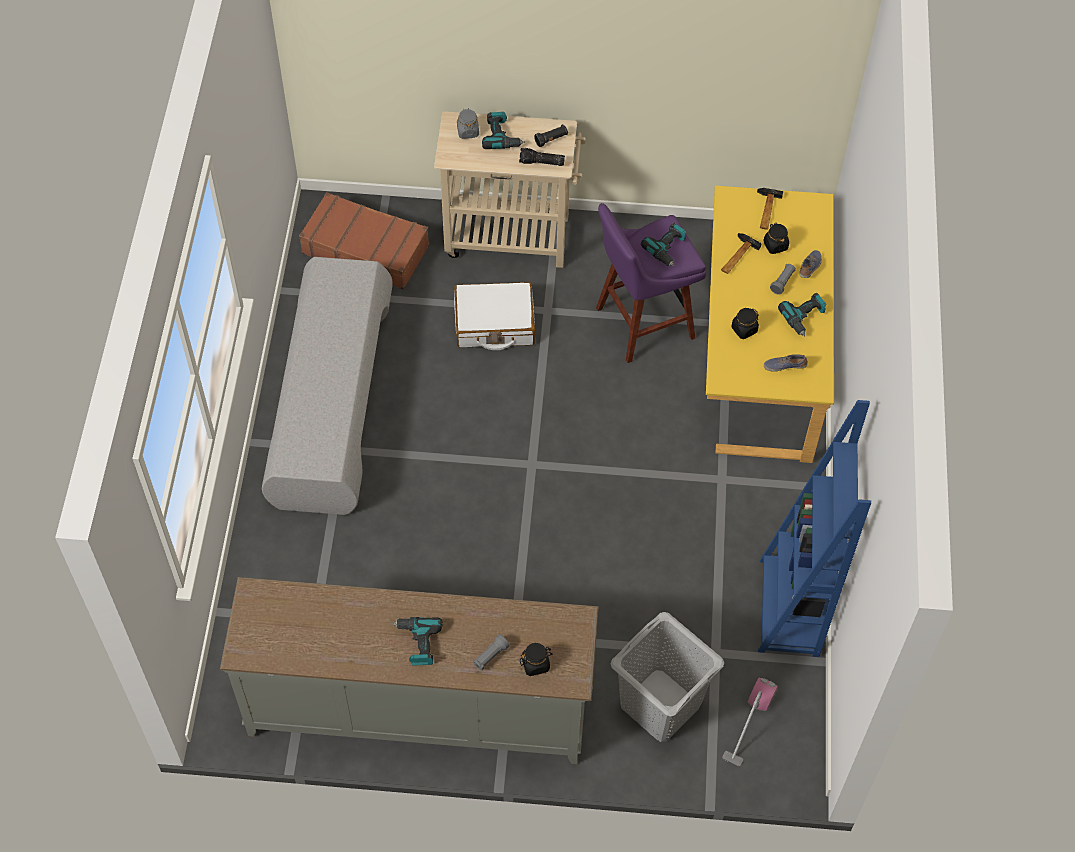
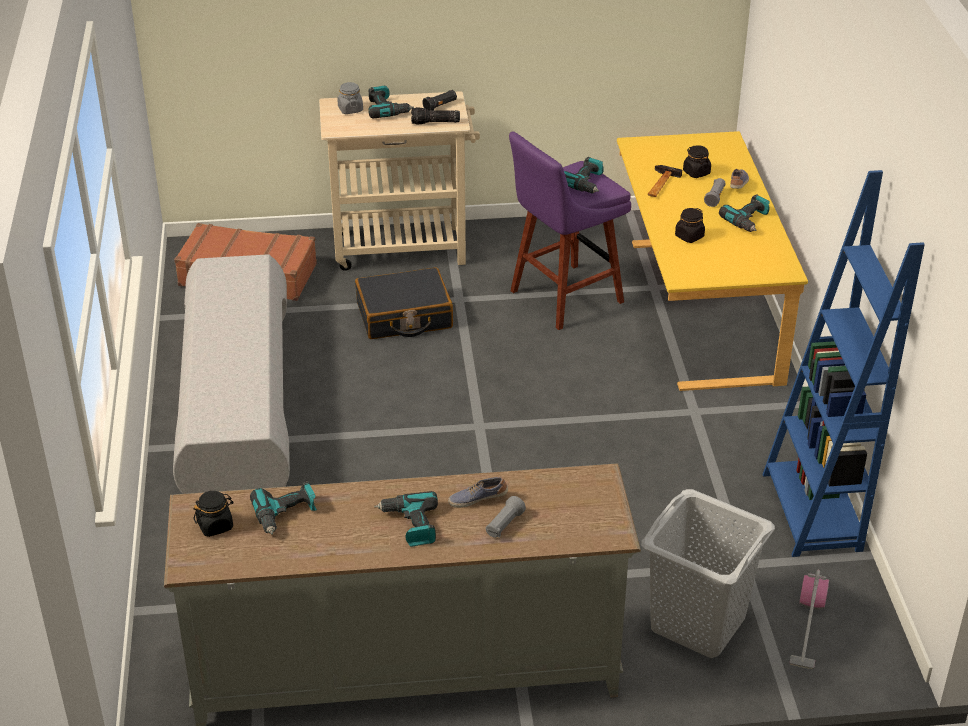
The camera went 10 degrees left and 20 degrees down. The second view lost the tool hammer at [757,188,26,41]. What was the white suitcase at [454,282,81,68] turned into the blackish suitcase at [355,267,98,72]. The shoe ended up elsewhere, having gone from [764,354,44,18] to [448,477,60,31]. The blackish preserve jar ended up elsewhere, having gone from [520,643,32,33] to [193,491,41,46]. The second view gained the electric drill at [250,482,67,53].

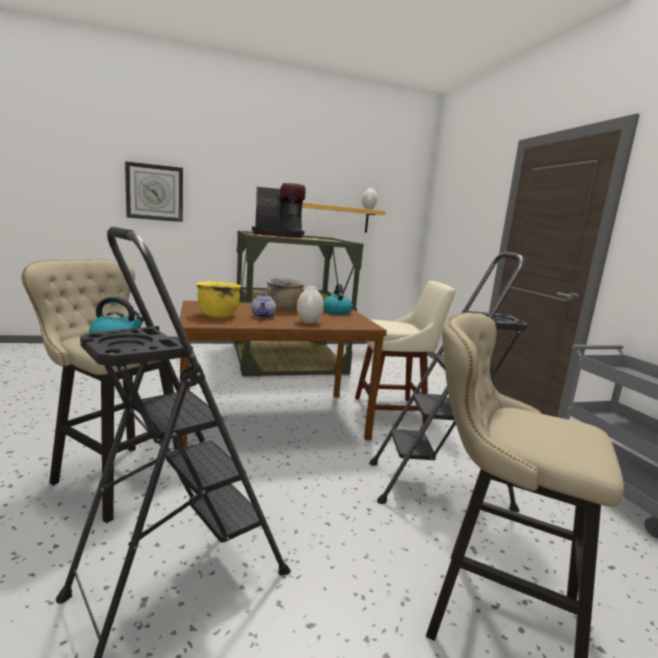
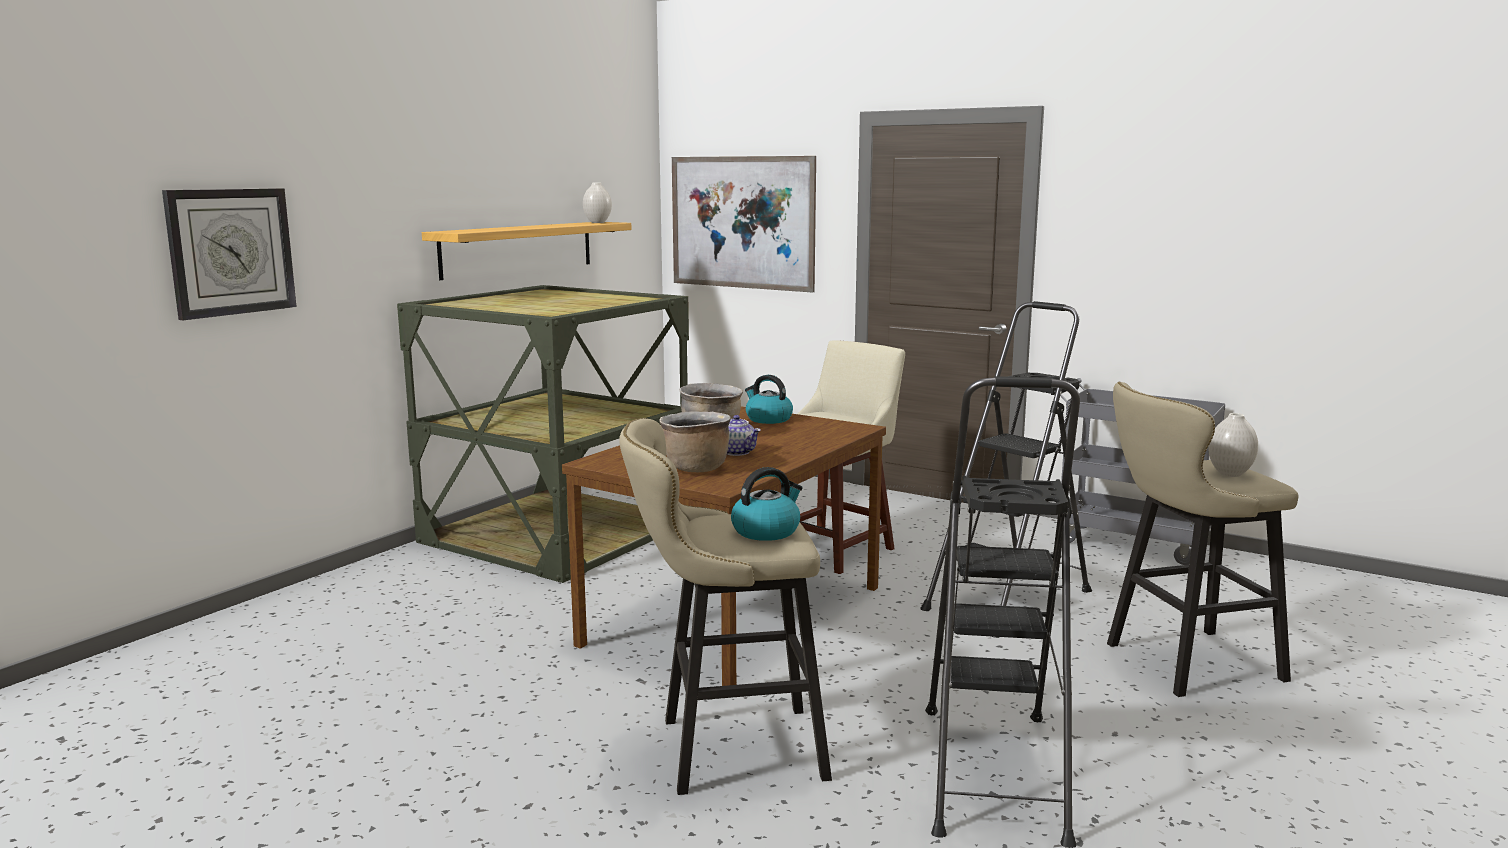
The camera went 40 degrees left and 0 degrees up. The second view lost the coffee brewer at [252,183,54,55]. What was the yellowish stockpot at [196,281,45,36] turned into the brown-coloured stockpot at [659,412,72,60]. The white vase ended up elsewhere, having gone from [297,286,27,38] to [1208,413,50,64]. The second view gained the picture at [672,156,144,137].

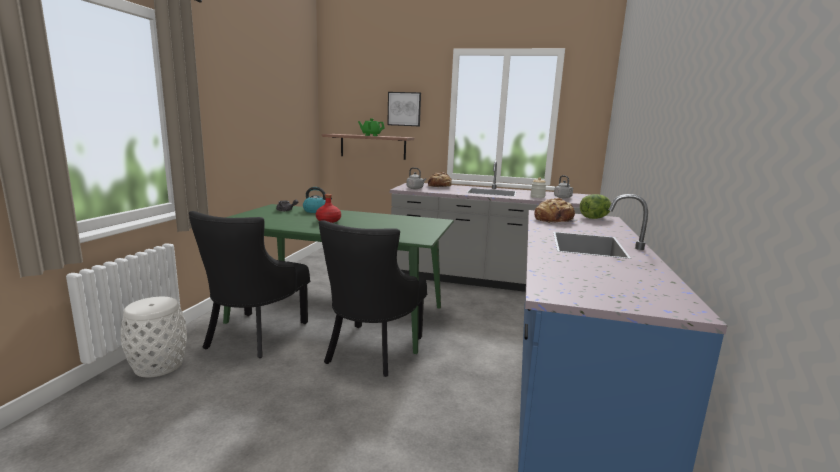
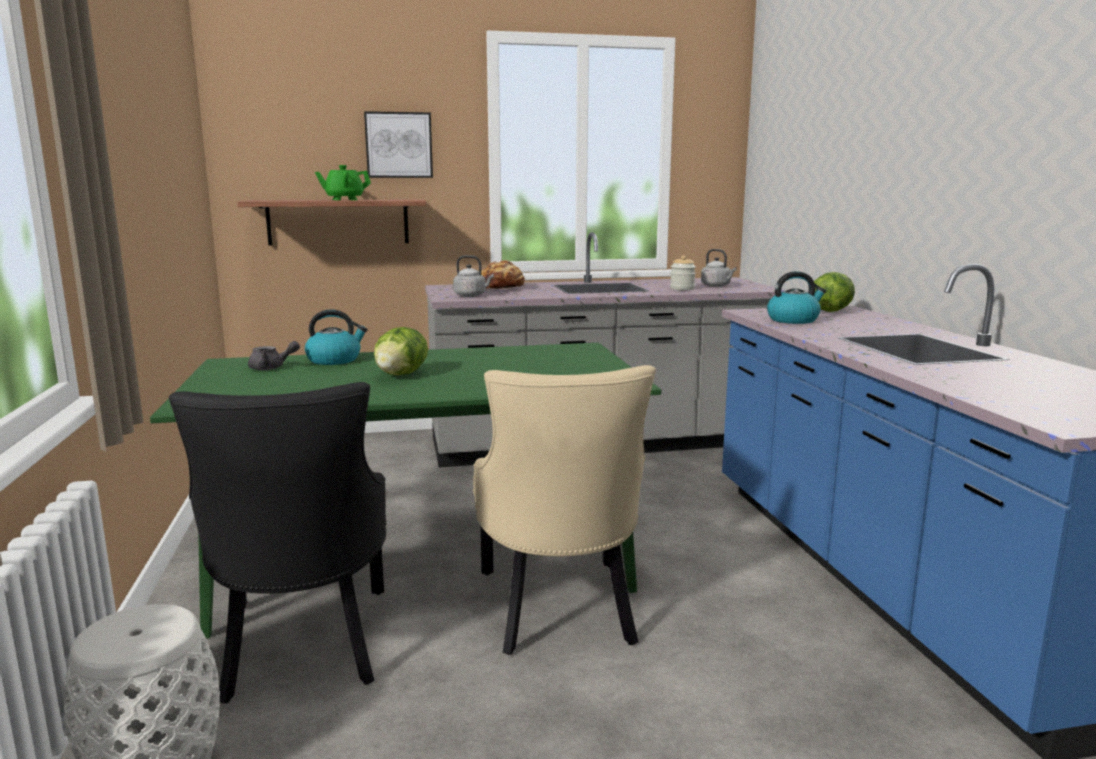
The camera went 25 degrees left and 0 degrees up. Where the reddish drink bottle stood at [316,194,25,29], the lettuce came to stand at [374,327,54,49]. Where the bread stood at [534,198,43,25], the kettle came to stand at [767,271,59,53]. What was the blackish chair at [319,220,108,157] turned into the beige-coloured chair at [473,365,183,290].

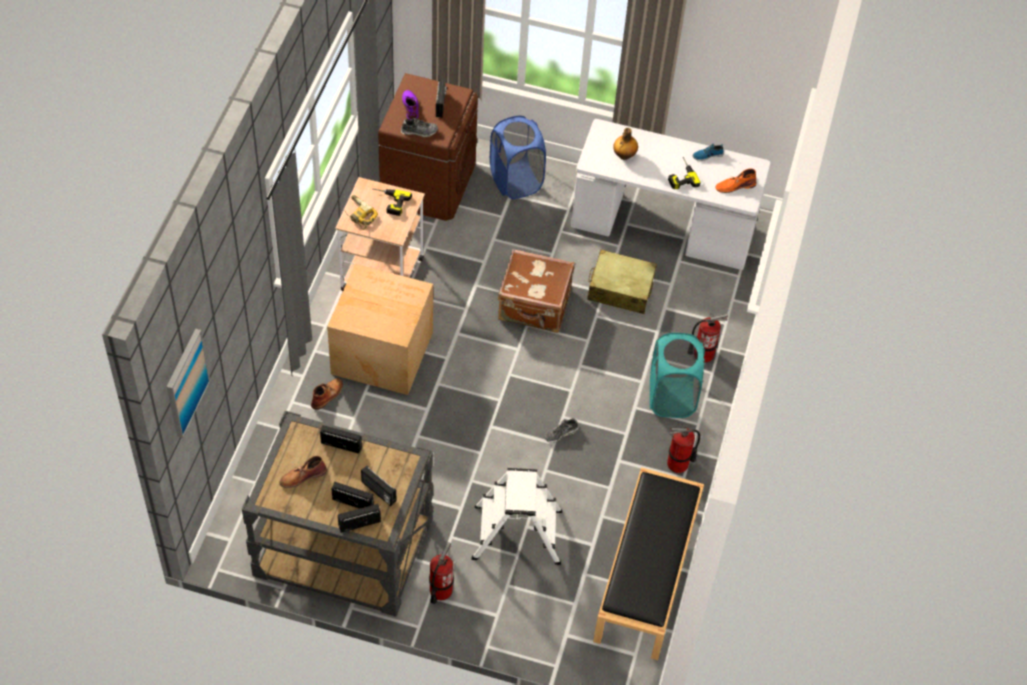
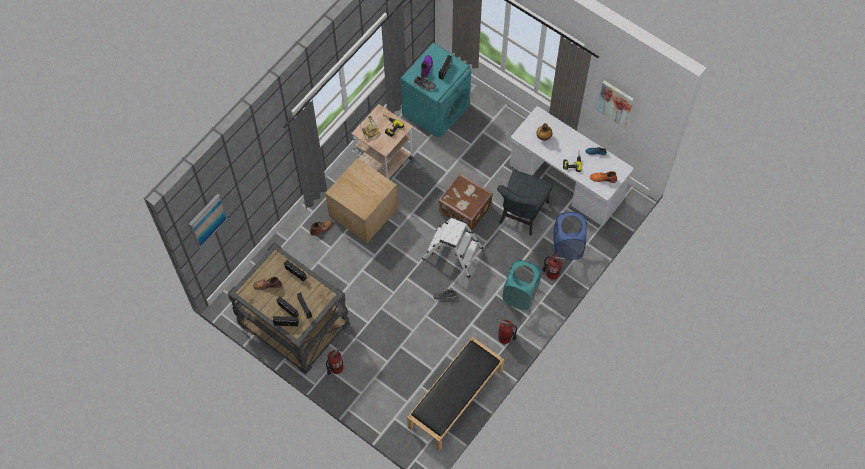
The camera went 25 degrees right and 10 degrees up. What was the brown-coloured washing machine at [378,73,100,148] turned into the turquoise washing machine at [401,43,70,95]. The blue-coloured laundry basket ended up elsewhere, having gone from [490,116,56,83] to [554,212,33,48]. Where the beige-coloured suitcase stood at [587,250,70,64], the grey chair came to stand at [497,171,56,64]. The white stepladder ended up elsewhere, having gone from [471,468,92,97] to [422,216,61,62]. The second view gained the picture at [597,80,37,48].

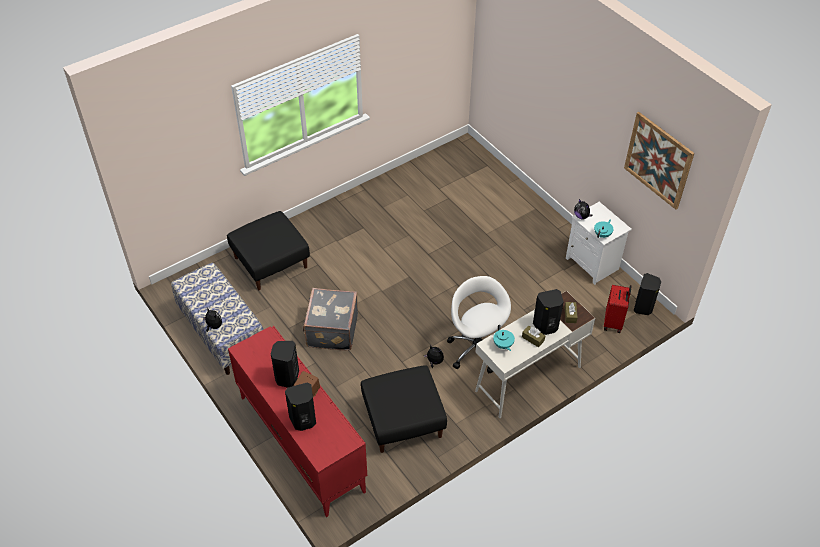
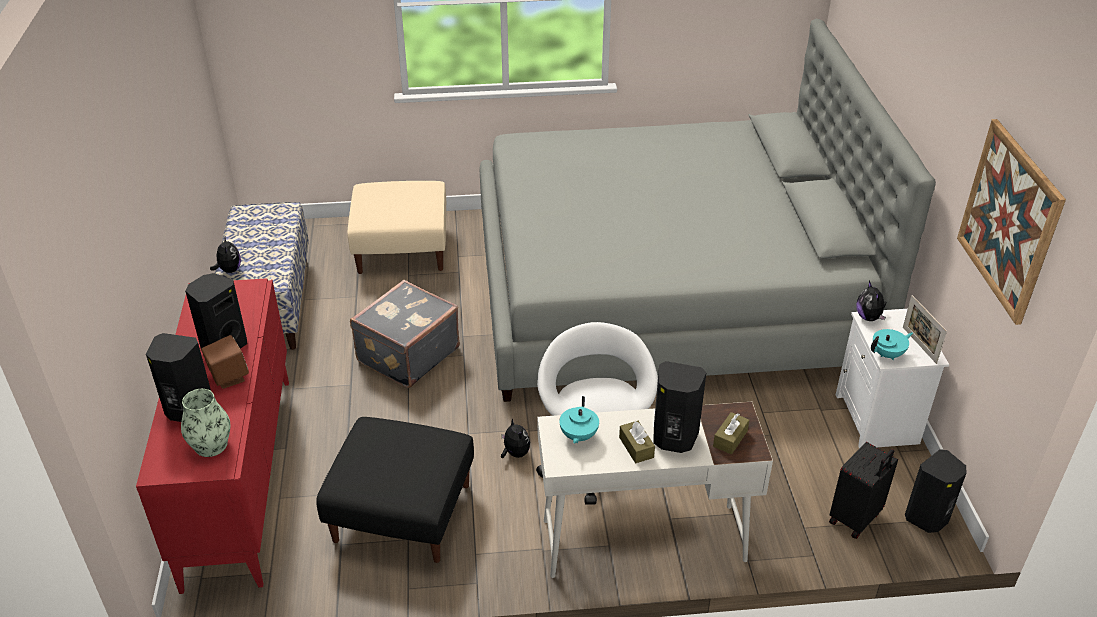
The camera went 30 degrees right and 10 degrees down. What was the blackish ottoman at [227,211,83,79] turned into the beige-coloured ottoman at [347,181,99,93]. What was the reddish suitcase at [604,285,28,48] turned into the blackish suitcase at [829,442,69,97]. The second view gained the grey bedroom bed at [479,19,457,383]. The second view gained the photo frame at [903,295,44,69]. The second view gained the vase at [181,389,49,68].

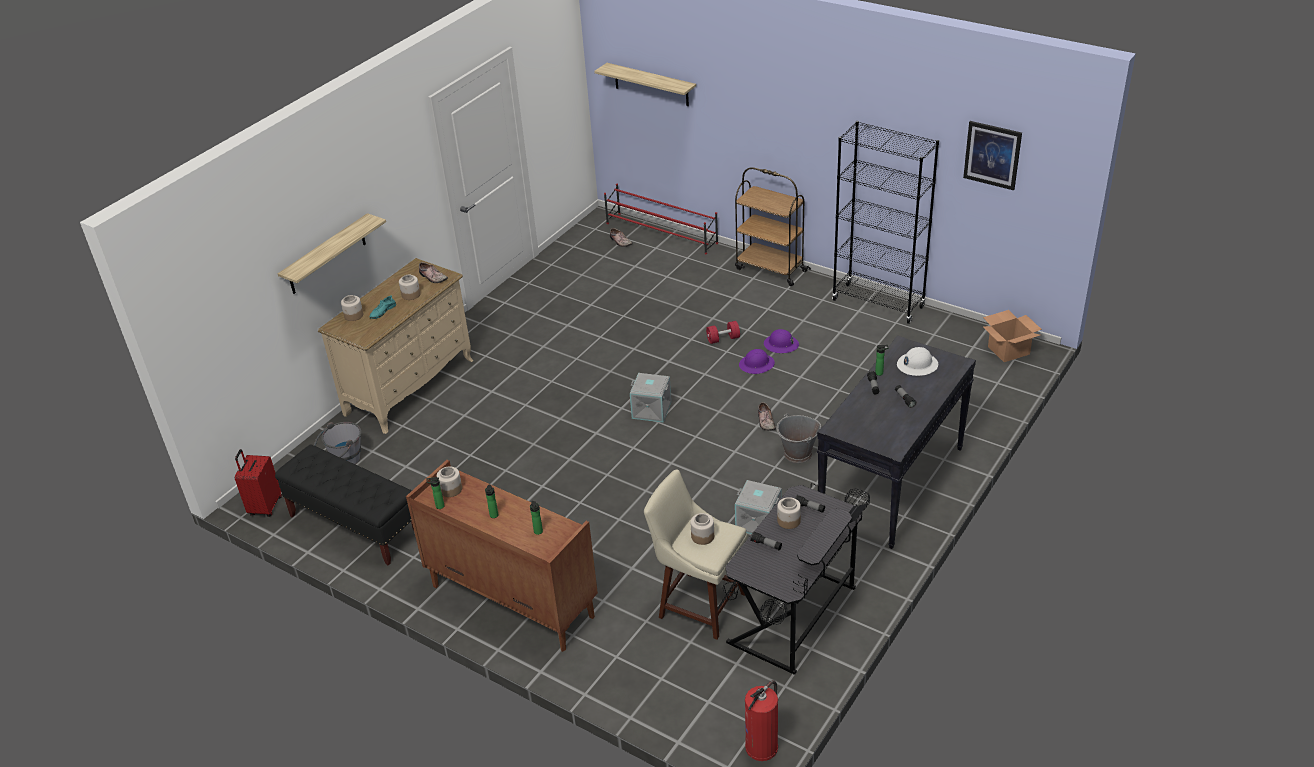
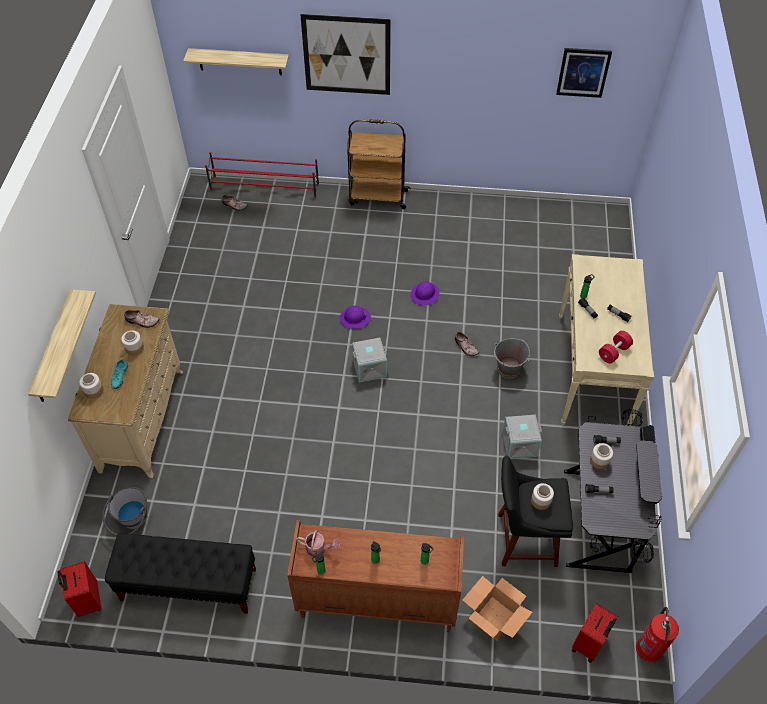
The camera went 30 degrees left and 15 degrees up. The second view lost the blackish bookcase at [832,121,107,203]. The carton ended up elsewhere, having gone from [983,310,59,52] to [463,576,70,65]. The reddish hand weight ended up elsewhere, having gone from [706,321,34,23] to [599,331,34,32]. The purple-coloured work helmet ended up elsewhere, having gone from [764,329,35,24] to [339,306,32,23]. What was the blackish hall table at [817,335,159,214] turned into the beige-coloured hall table at [559,254,95,171]. The second view lost the white work helmet at [897,347,41,29]. Where the preserve jar stood at [437,466,25,31], the watering can came to stand at [296,530,44,27]. What was the beige-coloured stool at [644,469,104,171] turned into the blackish stool at [498,456,75,111]. The second view gained the picture at [301,14,90,81]. The second view gained the reddish suitcase at [572,603,46,59].

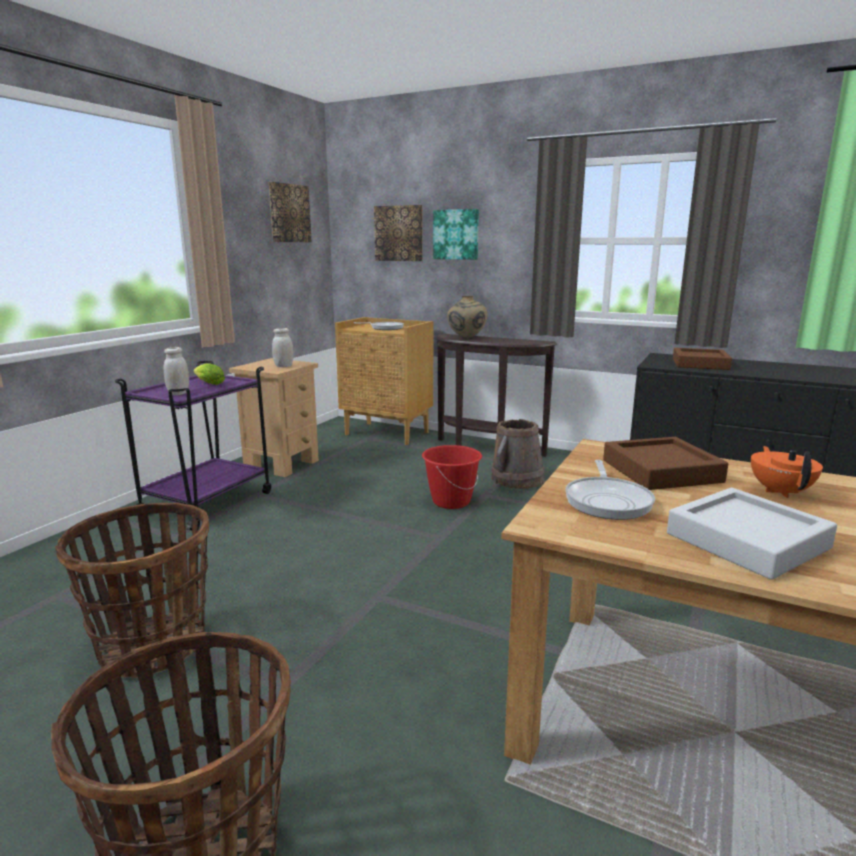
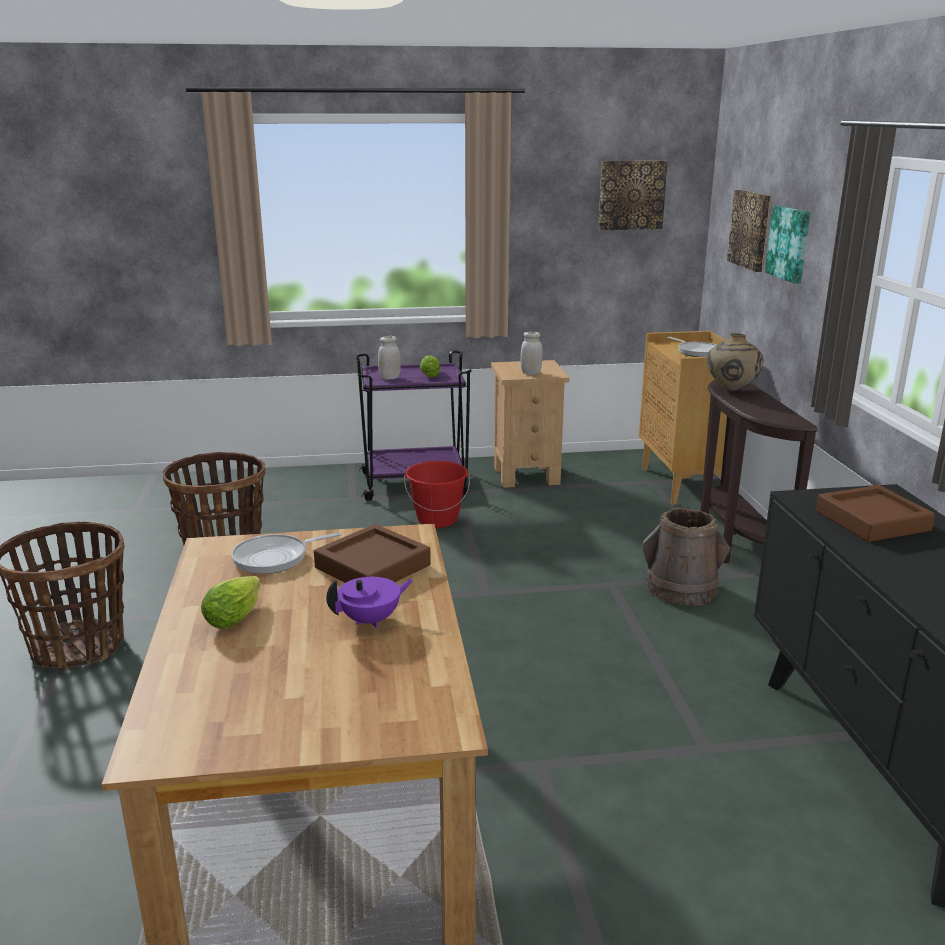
The camera went 55 degrees right and 5 degrees up. The reddish bucket ended up elsewhere, having gone from [422,445,60,64] to [404,461,66,67]. What was the orange teapot at [751,446,72,52] turned into the purple-coloured teapot at [326,577,87,51]. Where the grey carrying tray stood at [667,488,170,92], the lettuce came to stand at [201,576,60,53].

